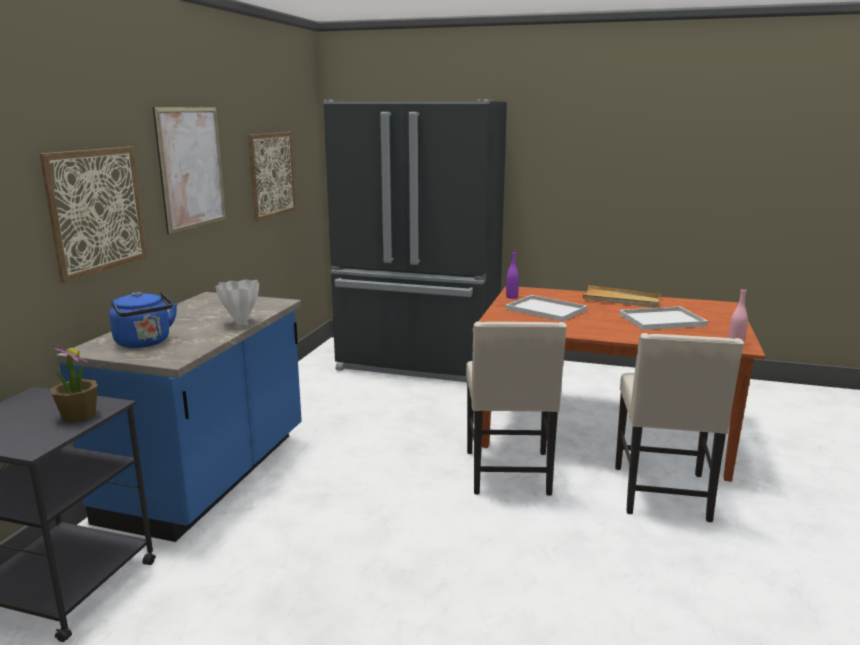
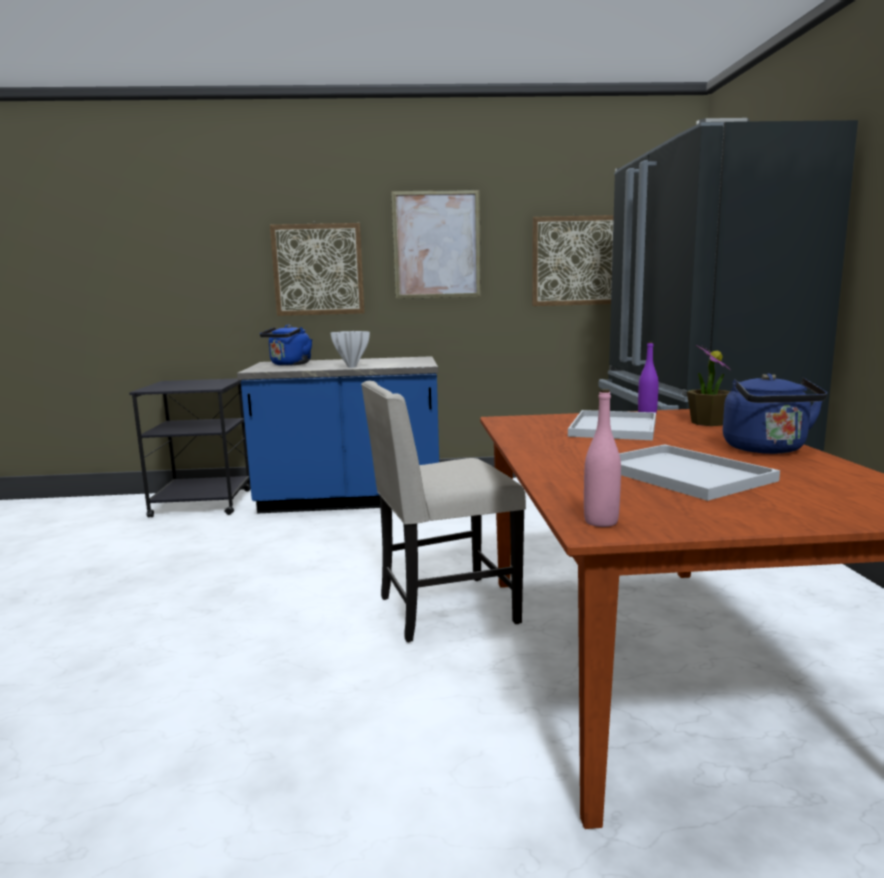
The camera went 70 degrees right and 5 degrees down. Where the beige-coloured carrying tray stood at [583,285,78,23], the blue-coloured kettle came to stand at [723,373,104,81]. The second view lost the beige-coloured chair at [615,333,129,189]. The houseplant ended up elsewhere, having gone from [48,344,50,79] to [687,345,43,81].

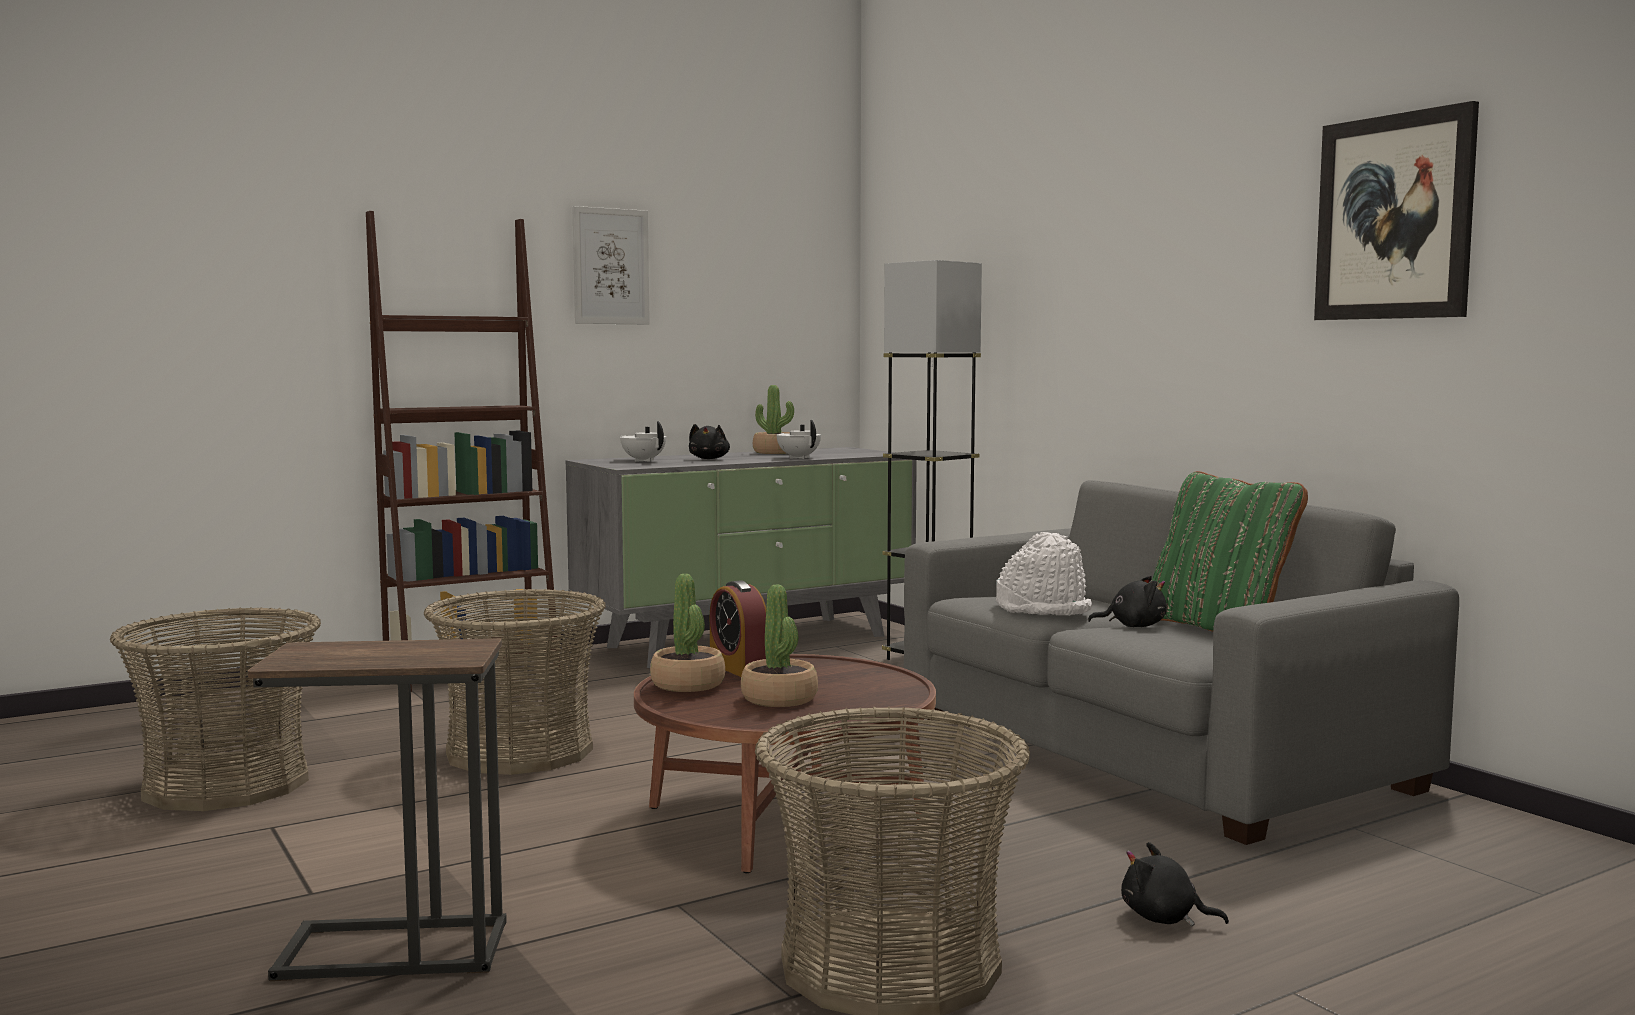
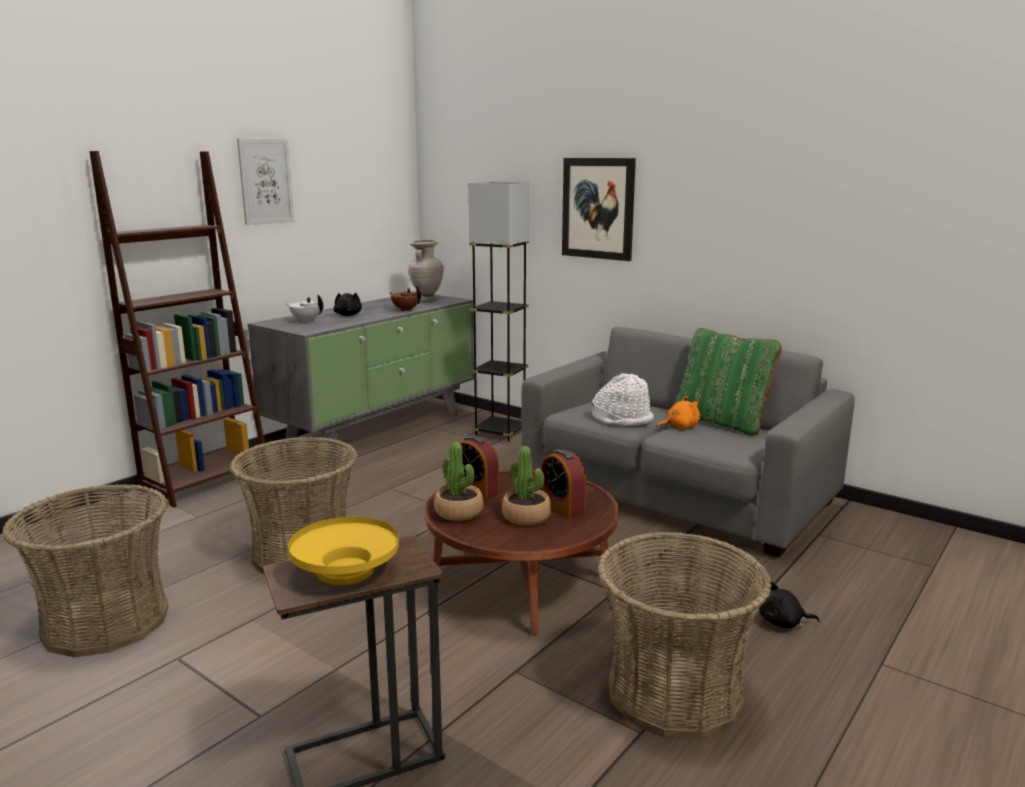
The camera went 20 degrees left and 10 degrees up. The picture ended up elsewhere, having gone from [1314,101,165,219] to [562,158,74,103]. The second view lost the houseplant at [753,385,41,69]. What was the white teapot at [776,420,45,39] turned into the brown-coloured teapot at [389,286,32,25]. What was the blackish plush toy at [1088,576,79,51] turned into the orange plush toy at [656,396,44,33]. The second view gained the beige-coloured vase at [408,240,36,62]. The second view gained the table clock at [541,449,45,69]. The second view gained the yellowish serving bowl at [288,517,111,68].

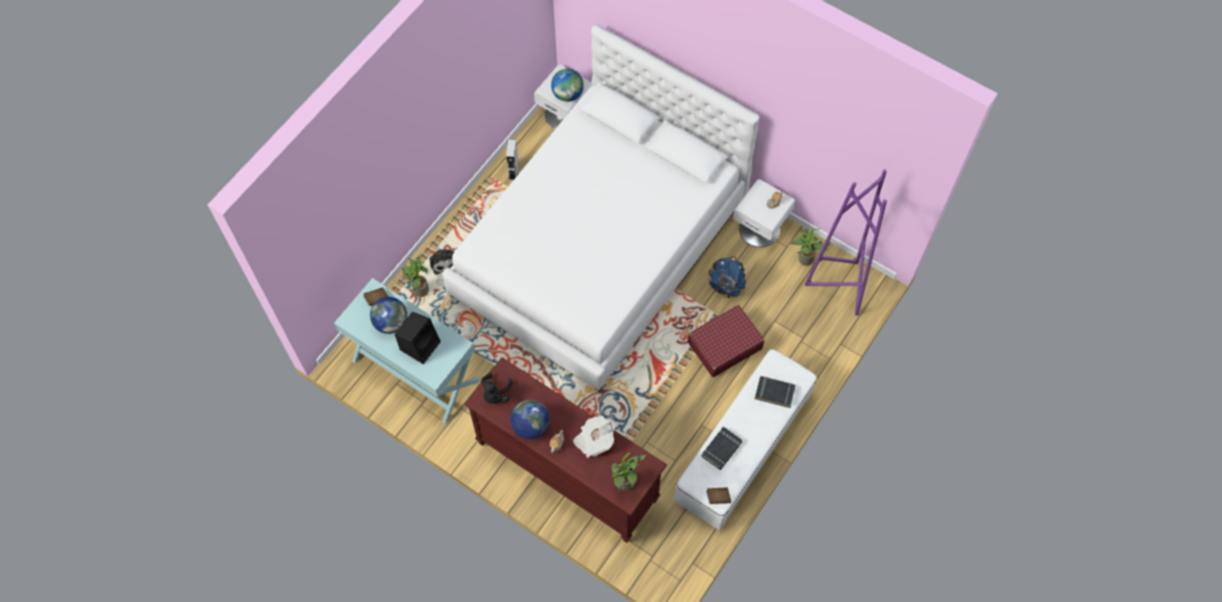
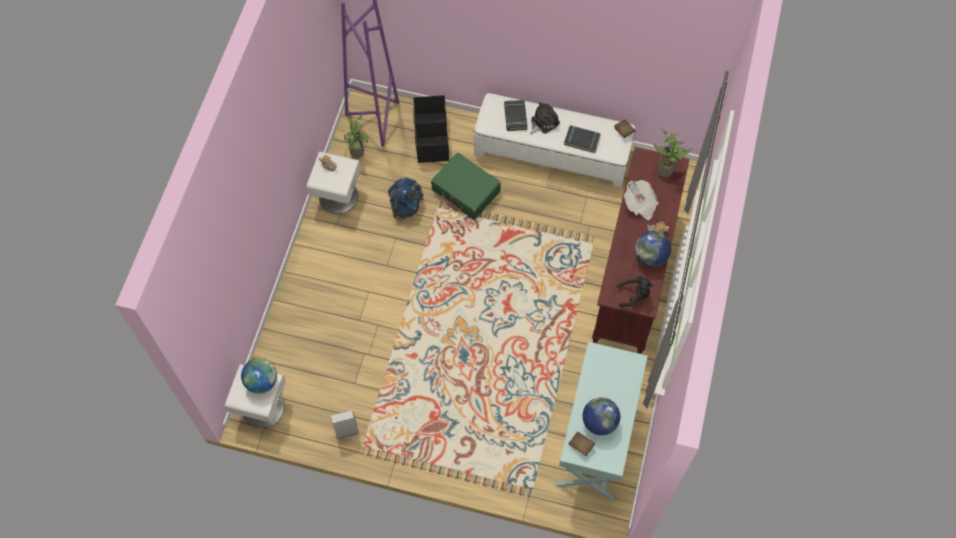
The camera went 110 degrees left and 0 degrees up. The second view lost the white bedroom bed at [442,25,318,367]. The plush toy ended up elsewhere, having gone from [429,245,26,30] to [530,102,30,33]. The second view lost the houseplant at [402,256,27,41]. What was the reddish suitcase at [688,305,77,72] turned into the green suitcase at [431,153,70,67]. The second view lost the blackish loudspeaker at [395,312,46,52]. The second view gained the blackish storage bin at [413,95,36,68].

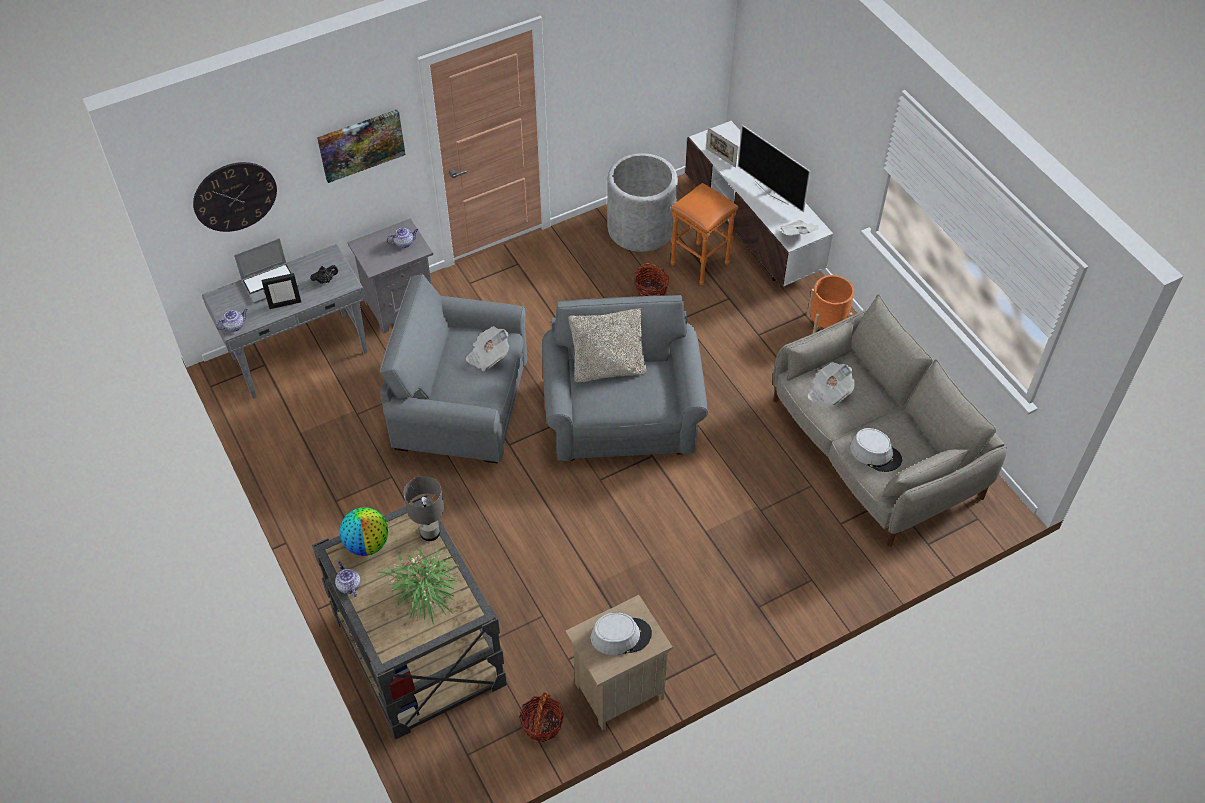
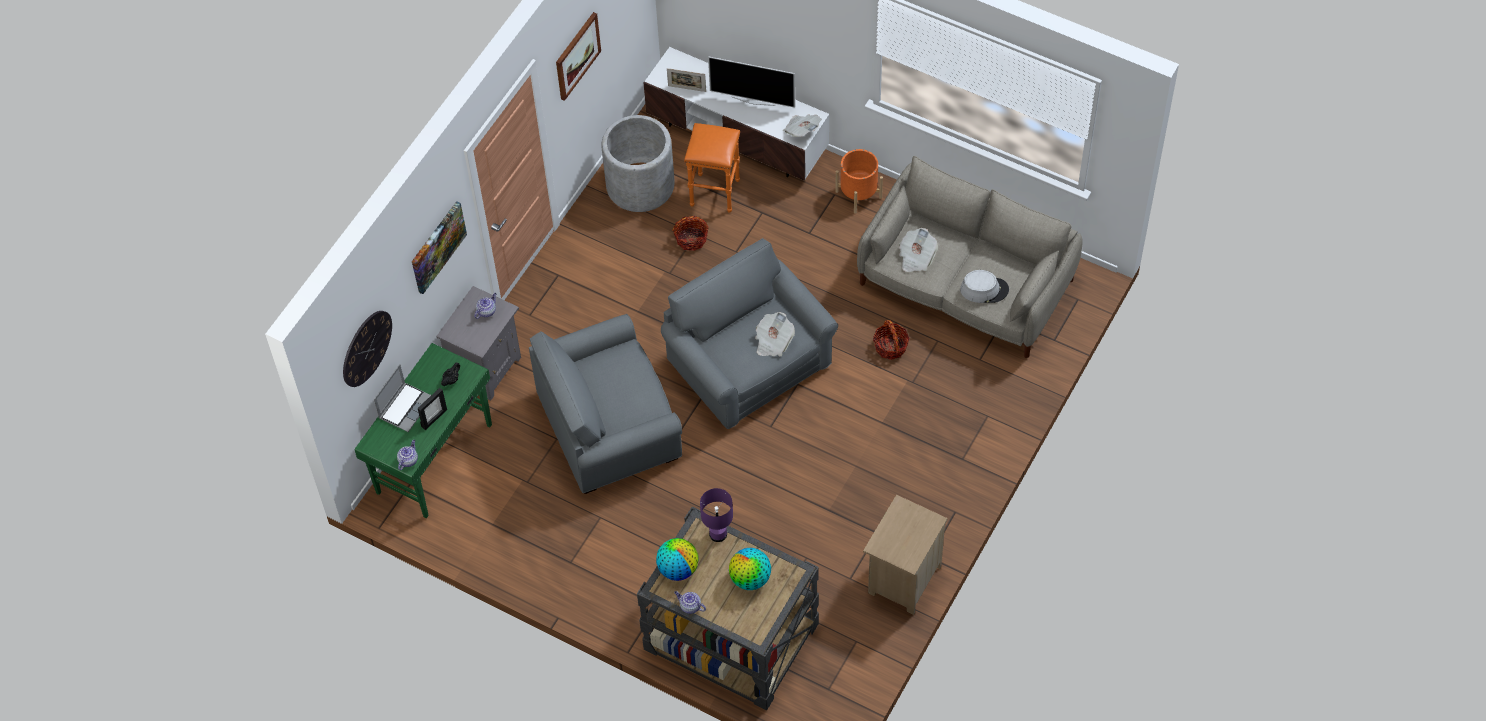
The camera went 30 degrees left and 5 degrees up. What was the grey hall table at [202,244,166,155] turned into the green hall table at [355,343,137,175]. The second view lost the beige-coloured throw pillow at [569,308,78,75]. The printed paper ended up elsewhere, having gone from [466,326,43,45] to [755,312,40,45]. What was the grey lamp for a table at [404,476,40,65] turned into the purple-coloured lamp for a table at [700,488,33,54]. Where the houseplant stood at [377,540,86,83], the desk globe came to stand at [729,548,42,42]. The second view lost the grey wearable hat at [591,612,61,43]. The household basket ended up elsewhere, having gone from [519,693,45,49] to [873,320,36,40]. The second view gained the picture at [556,12,45,89].

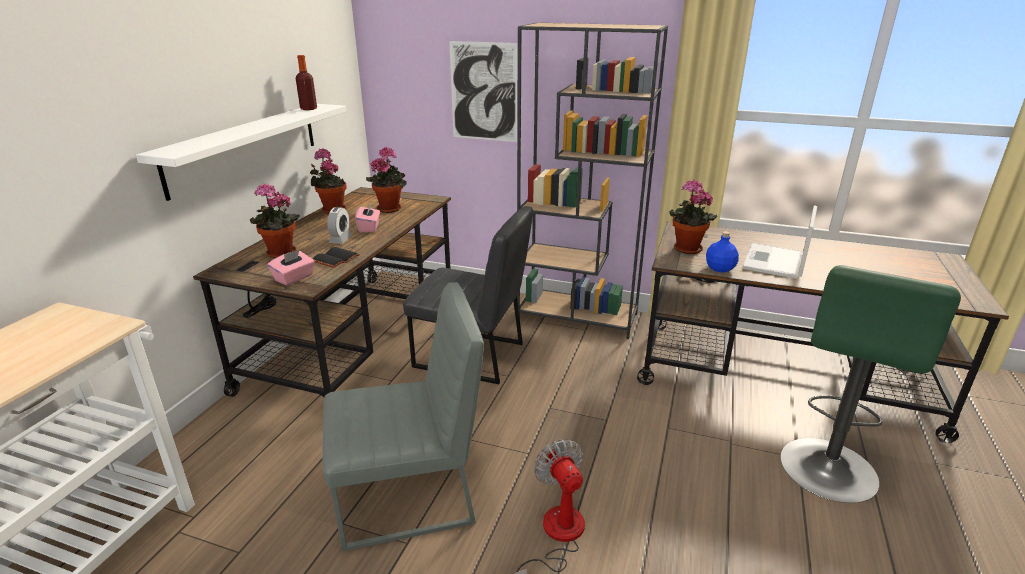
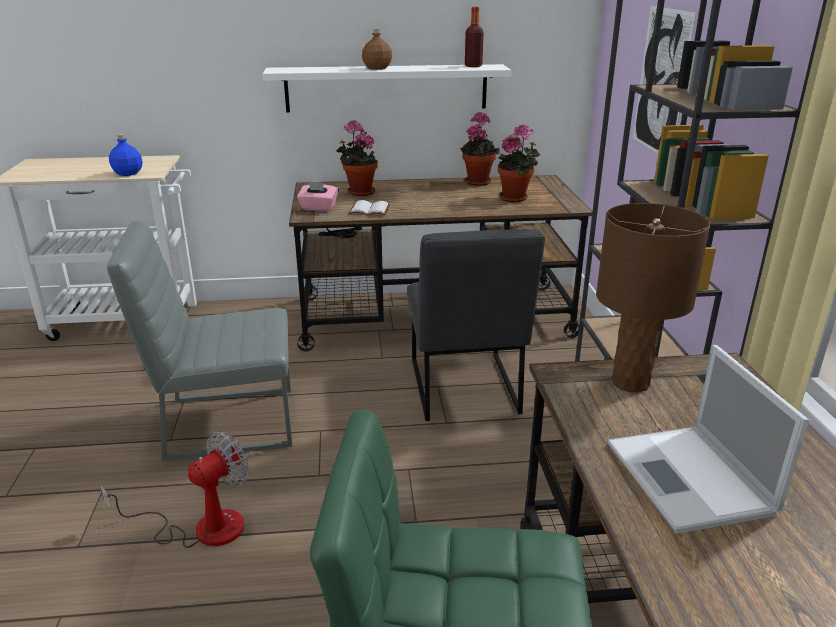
The camera went 65 degrees right and 0 degrees up. Where the houseplant stood at [669,180,48,74], the brown-coloured lamp for a table came to stand at [596,203,114,189]. The second view lost the pink tissue holder at [355,202,25,30]. The notebook computer at [743,205,74,74] ended up facing another way, 105 degrees counterclockwise from before. The second view lost the table clock at [327,207,25,37]. The blue-coloured drink bottle ended up elsewhere, having gone from [706,231,33,41] to [109,134,34,42]. What was the blackish book at [313,247,47,21] turned into the white book at [349,200,41,16]. The grey chair at [322,282,162,270] ended up facing another way, 120 degrees clockwise from before. The second view gained the brown-coloured drink bottle at [362,28,30,42].

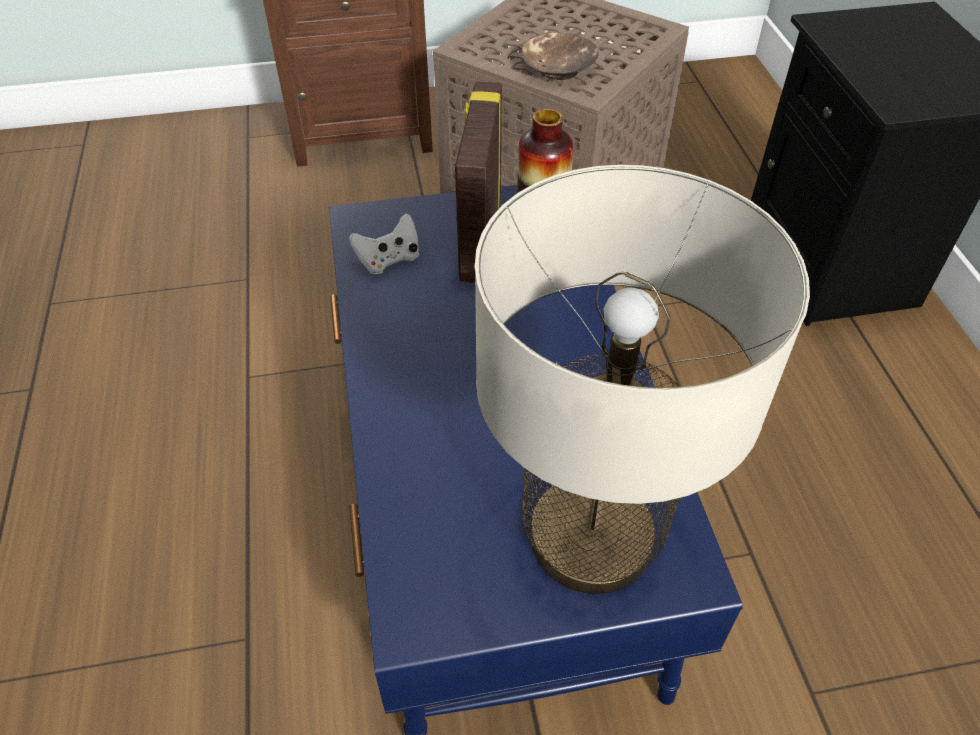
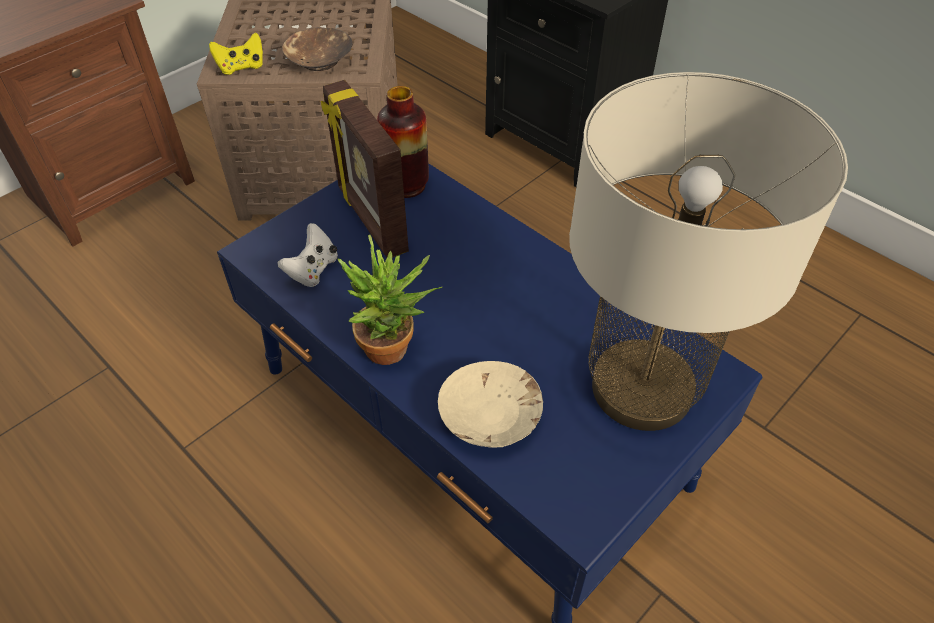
The camera went 35 degrees left and 0 degrees up. The second view gained the yellowish joypad at [209,32,54,43]. The second view gained the houseplant at [338,234,104,131]. The second view gained the beige-coloured serving bowl at [438,361,105,87].

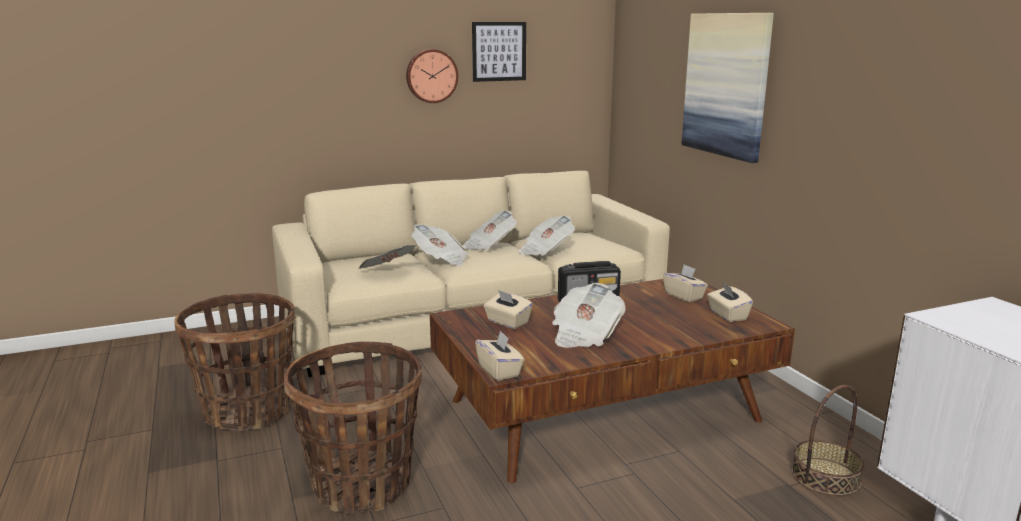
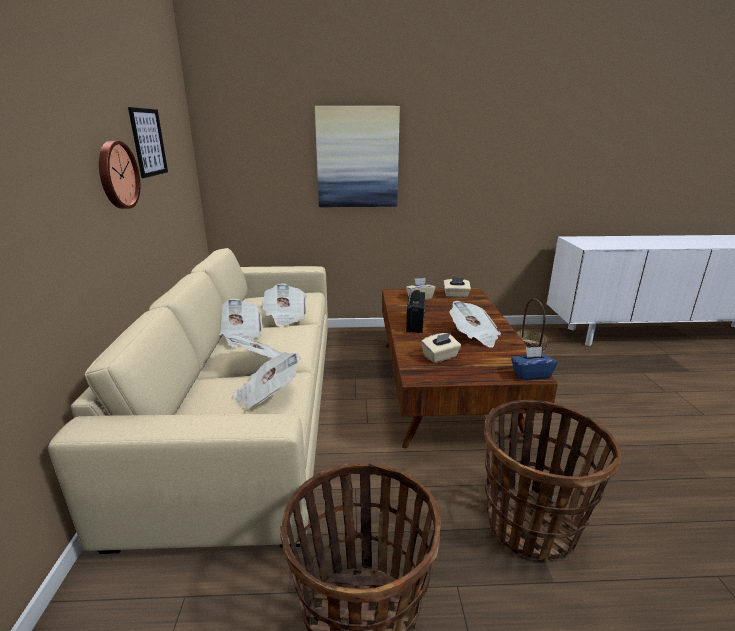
The camera went 70 degrees left and 5 degrees up. What was the beige-coloured tissue holder at [475,330,49,51] turned into the blue-coloured tissue holder at [511,347,46,33].

